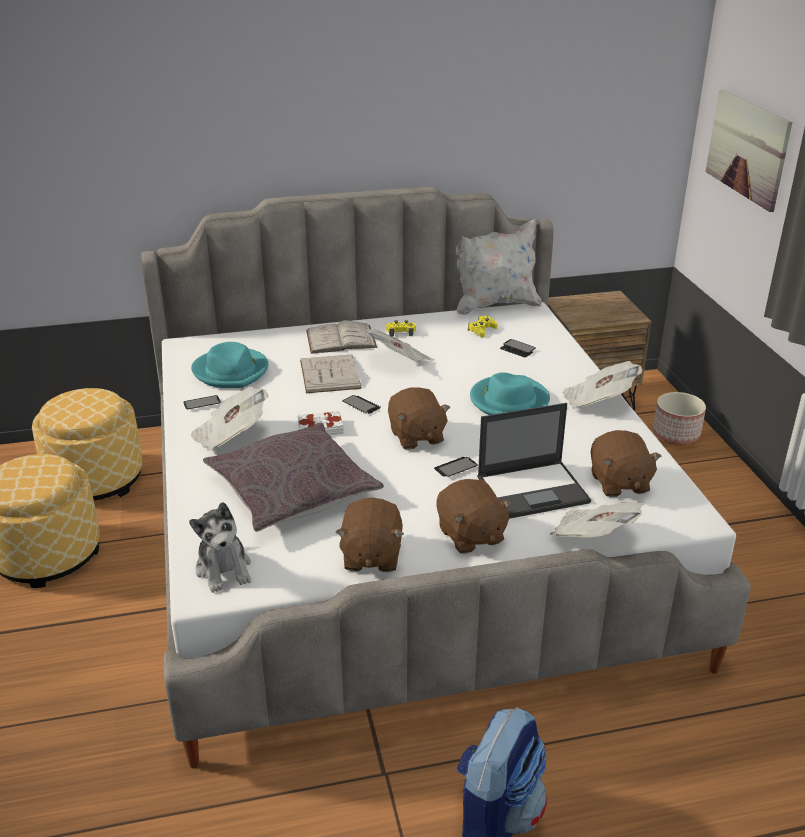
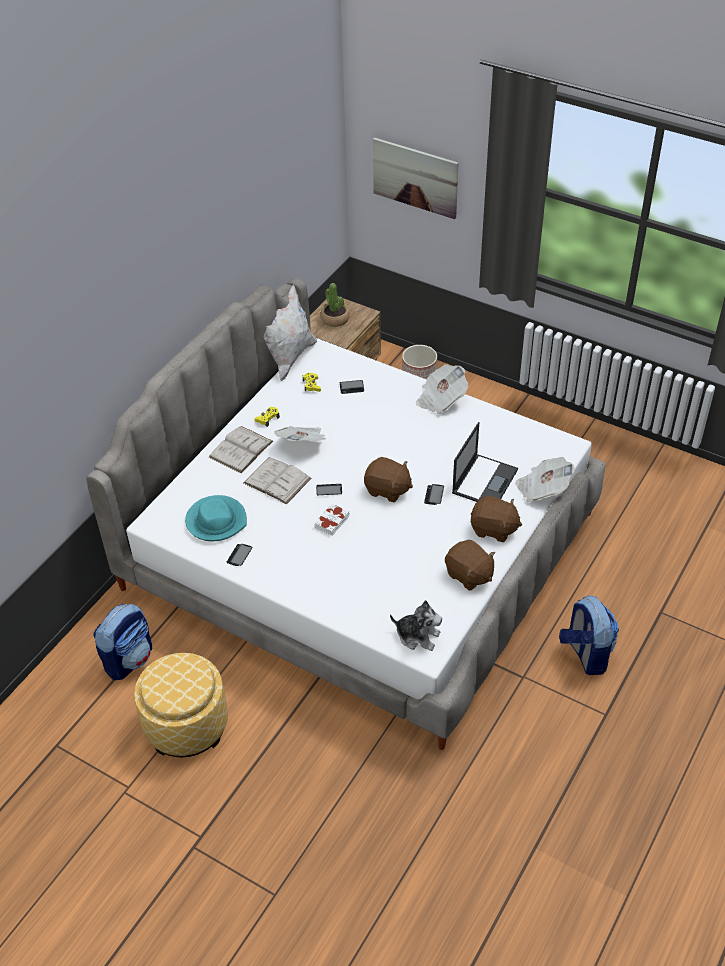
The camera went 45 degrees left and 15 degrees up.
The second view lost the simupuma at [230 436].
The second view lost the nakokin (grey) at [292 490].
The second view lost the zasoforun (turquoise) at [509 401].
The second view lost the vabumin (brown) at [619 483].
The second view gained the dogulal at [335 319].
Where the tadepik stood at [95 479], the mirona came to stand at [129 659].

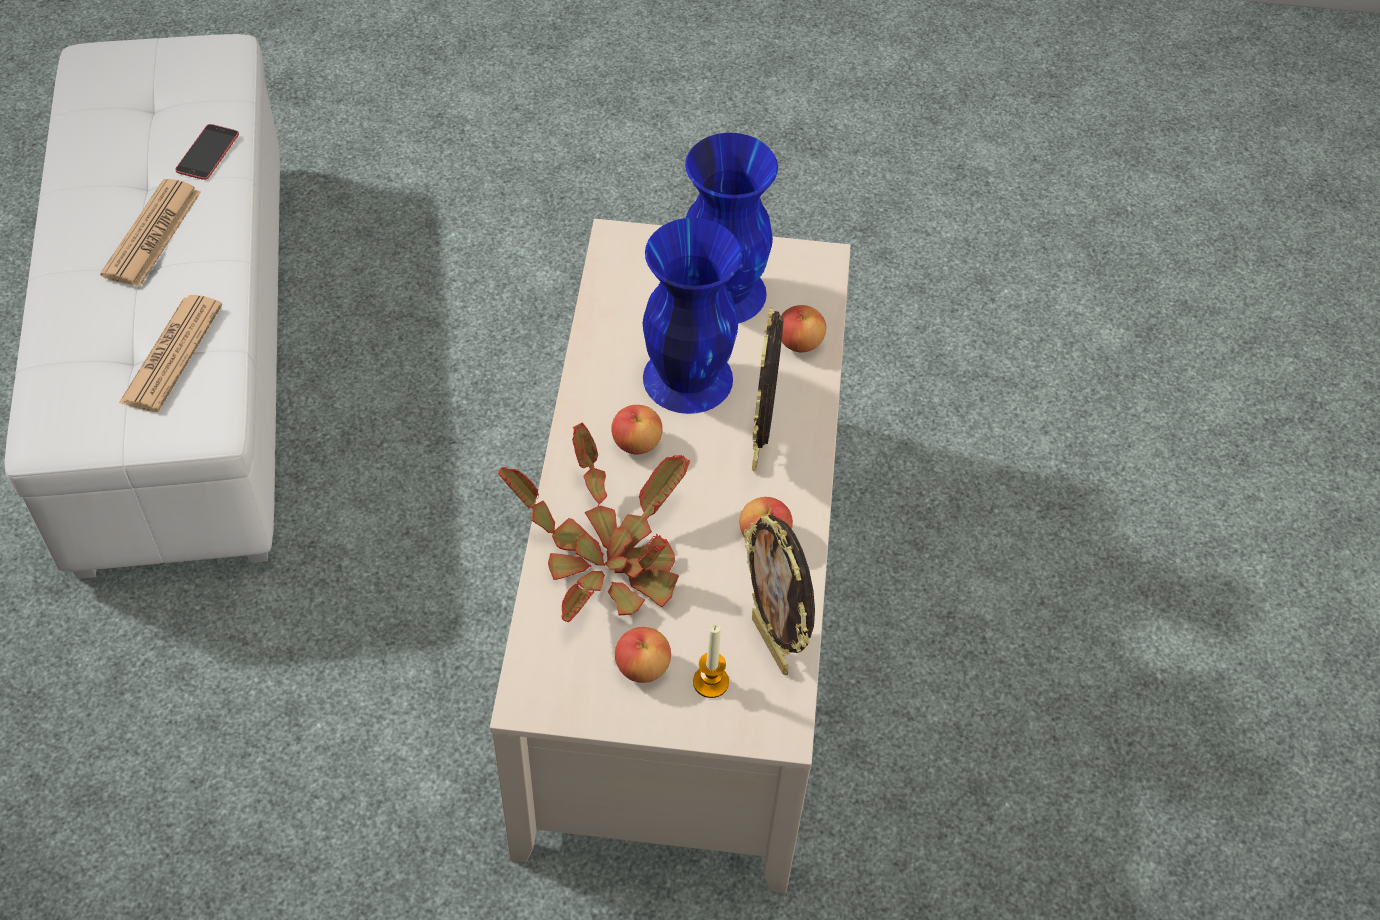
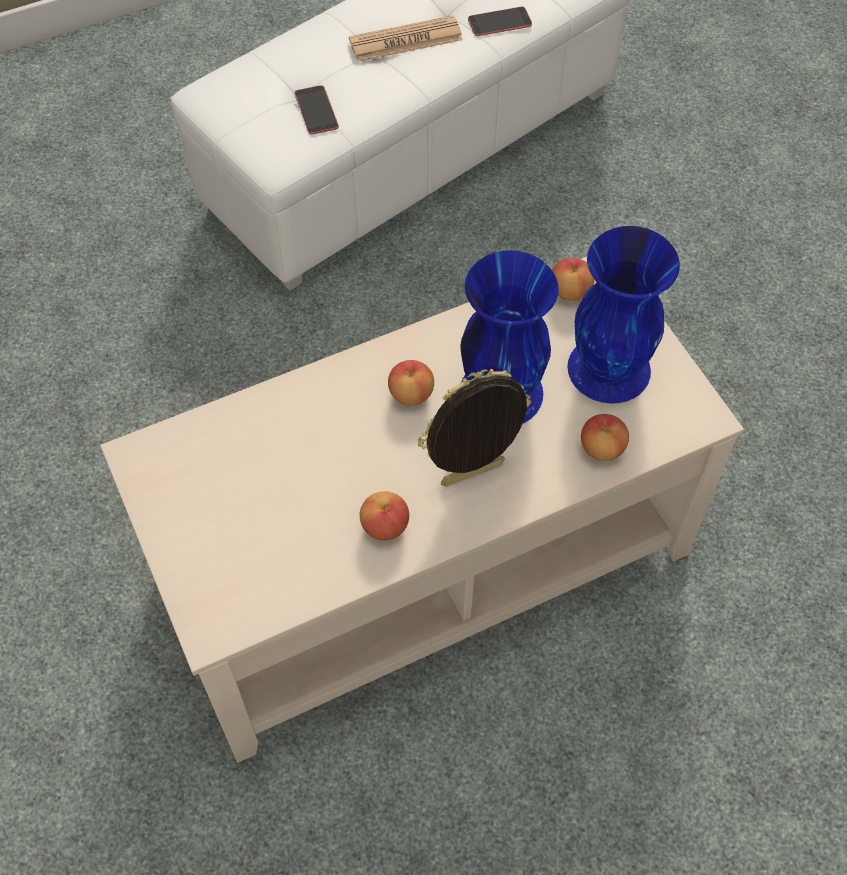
The camera went 60 degrees right and 5 degrees up.
The second view lost the dogulal at [608 556].
The second view lost the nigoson at [710 682].
The second view lost the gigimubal at [772 644].
The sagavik ended up elsewhere, having gone from [642 667] to [570 291].
Where the simupuma stood at [172 354], the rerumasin came to stand at [316 110].

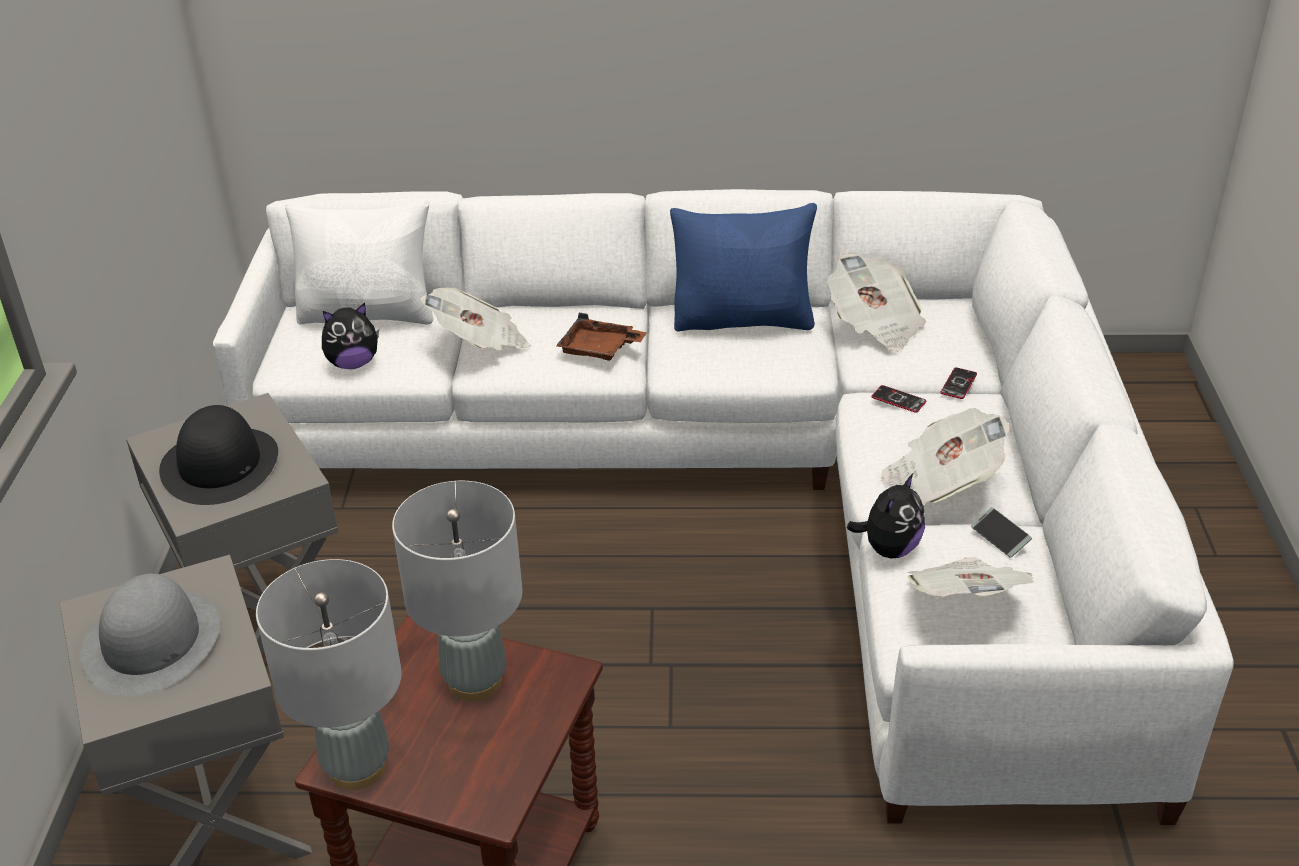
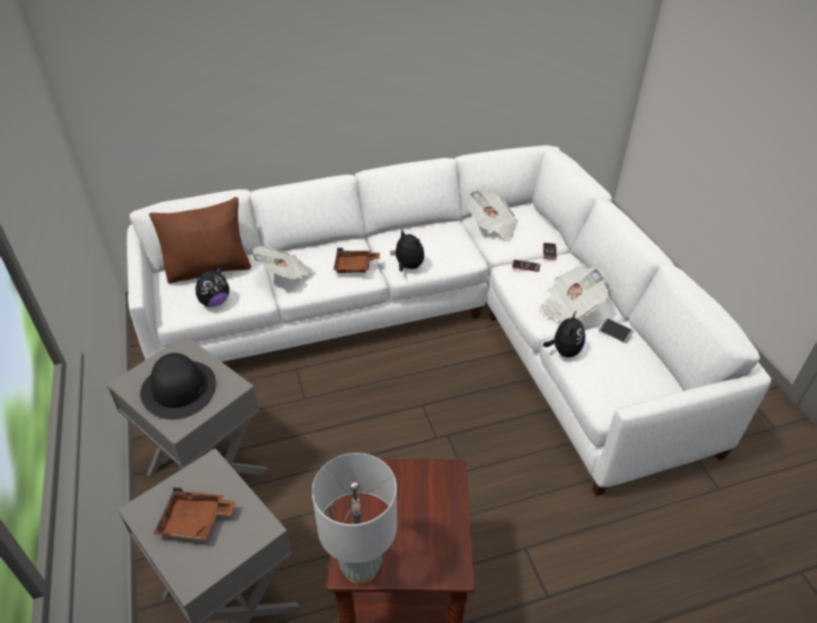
The camera went 20 degrees left and 5 degrees up.
The second view lost the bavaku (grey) at [475 681].
The second view lost the nakokin (blue) at [743 320].
The second view lost the simupuma at [965 602].
The second view gained the vabumin at [408 267].
Where the zasoforun (grey) stood at [152 642], the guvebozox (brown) came to stand at [195 521].
What was the nakokin (white) at [369 314] turned into the nakokin (brown) at [209 269].

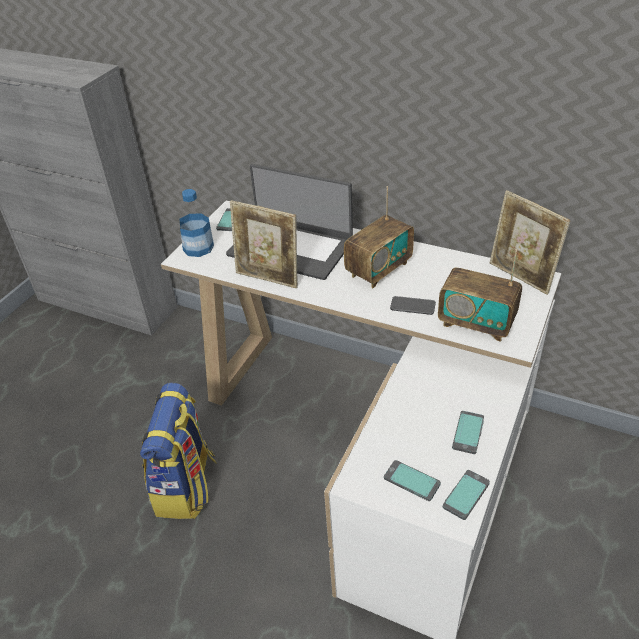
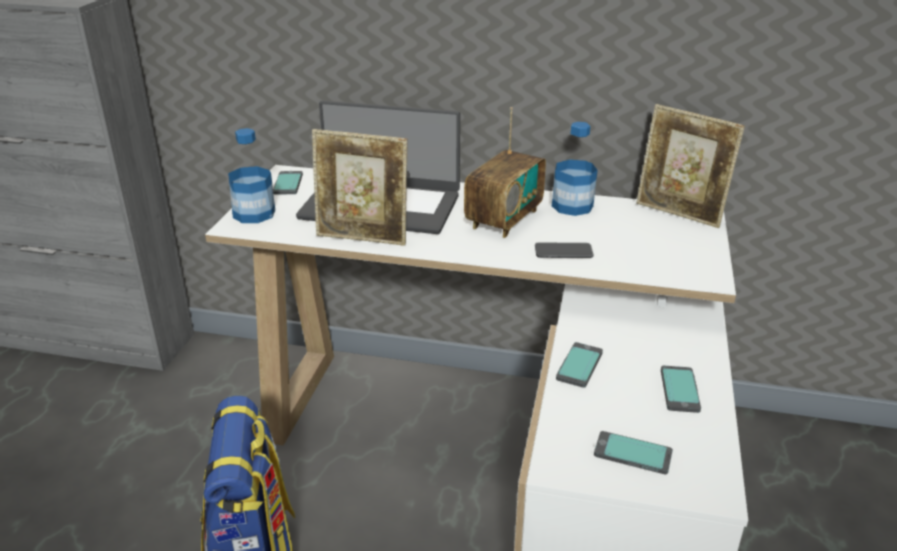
The camera went 15 degrees left and 10 degrees down.
The second view lost the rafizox at [476 323].
The second view gained the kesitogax at [572 206].
The rerumasin ended up elsewhere, having gone from [465 495] to [579 365].

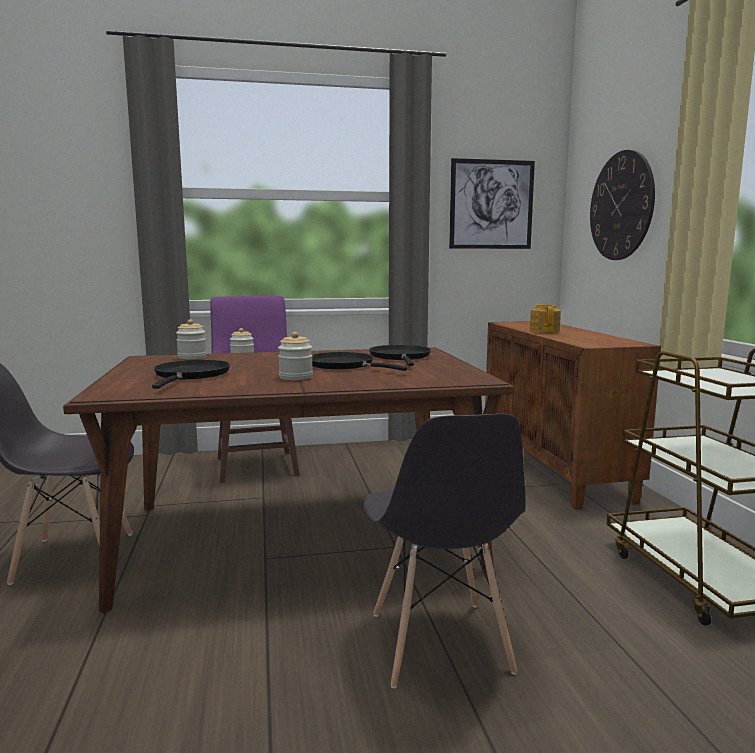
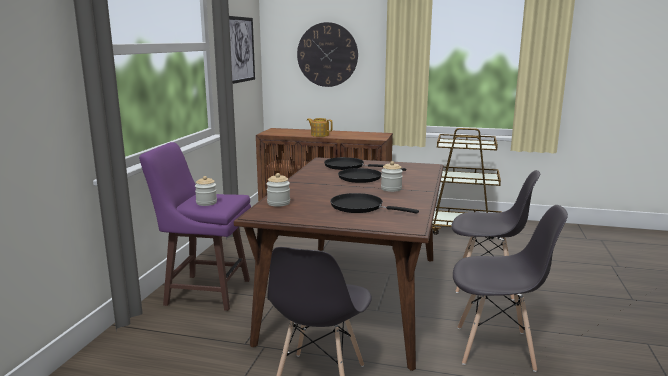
The camera went 65 degrees left and 5 degrees up.
The second view gained the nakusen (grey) at [496 348].

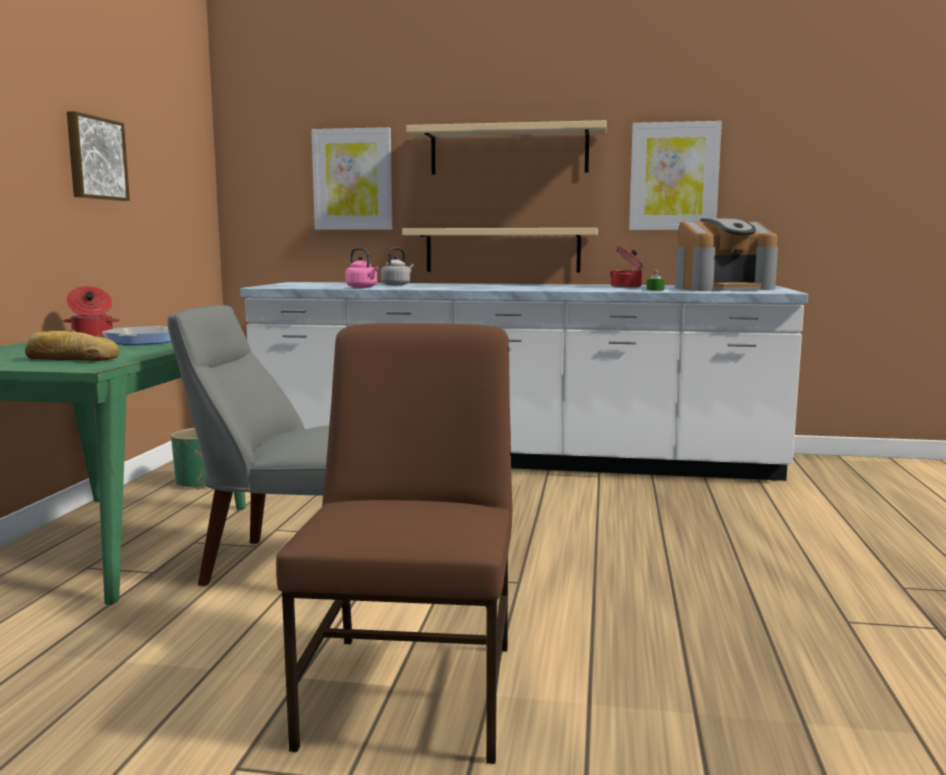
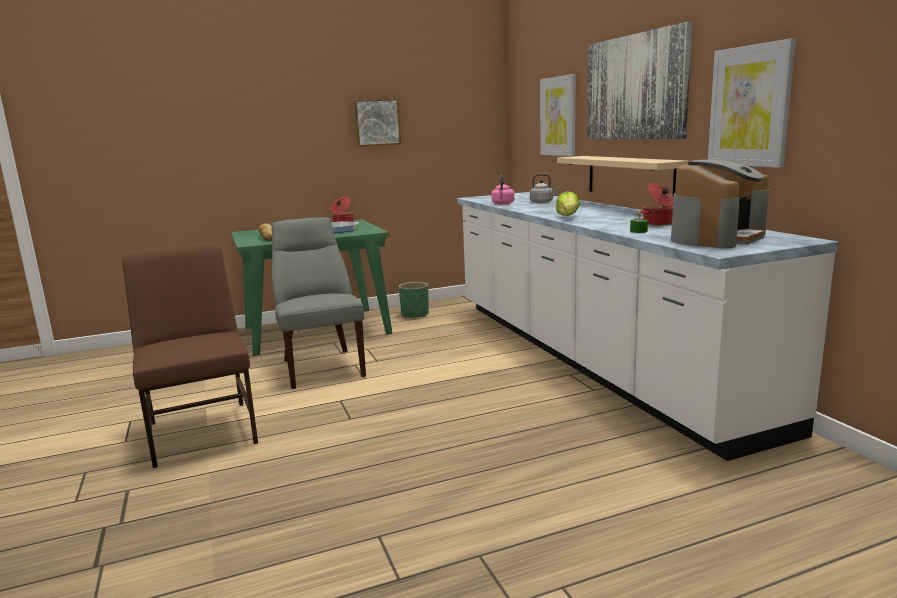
The camera went 60 degrees right and 5 degrees up.
The second view gained the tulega at [568 217].
Where the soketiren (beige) hung at [509 151], the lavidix came to hang at [635 87].
The nakusen (brown) at [413 691] ended up facing another way, 90 degrees counterclockwise from before.
The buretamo at [723 288] ended up facing another way, 90 degrees counterclockwise from before.

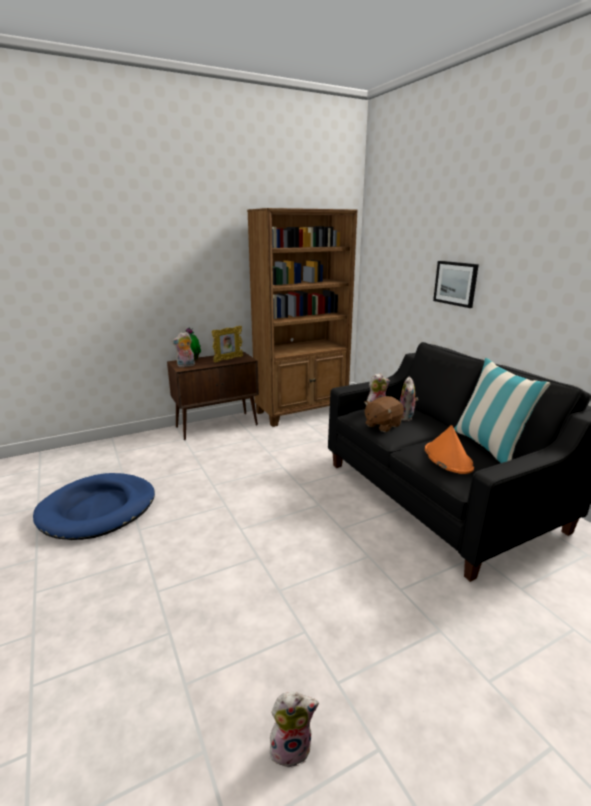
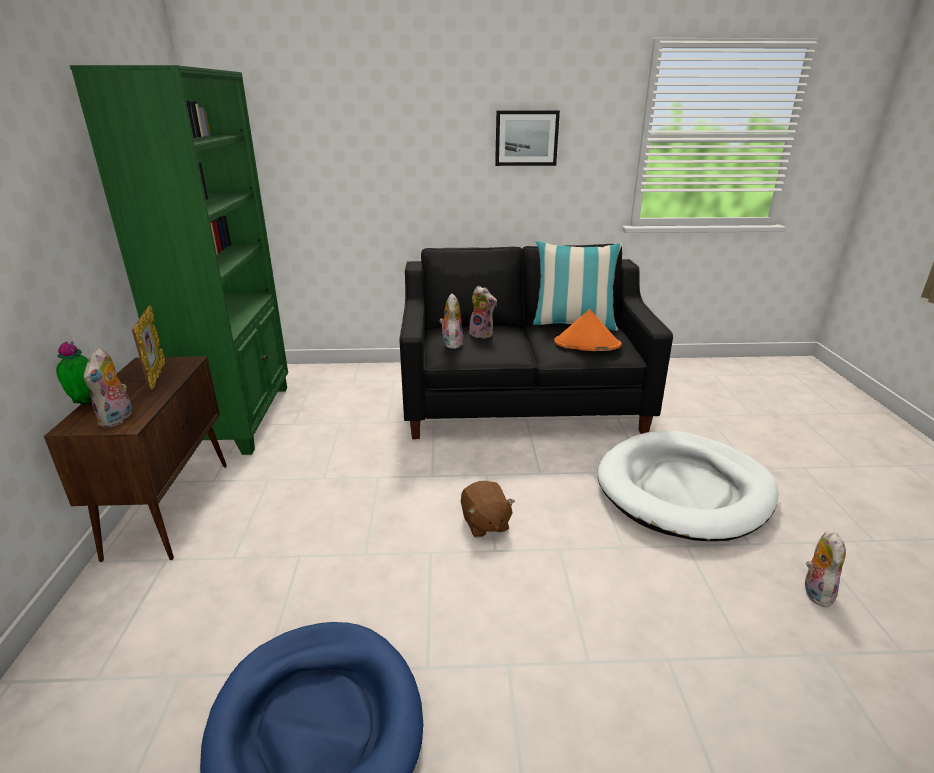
The camera went 65 degrees left and 5 degrees up.
The second view gained the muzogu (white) at [684 489].
The vabumin (brown) ended up elsewhere, having gone from [382 425] to [485 523].
The lavidix ended up elsewhere, having gone from [455 283] to [526 138].
What was the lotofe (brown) at [302 412] turned into the lotofe (green) at [240 417].

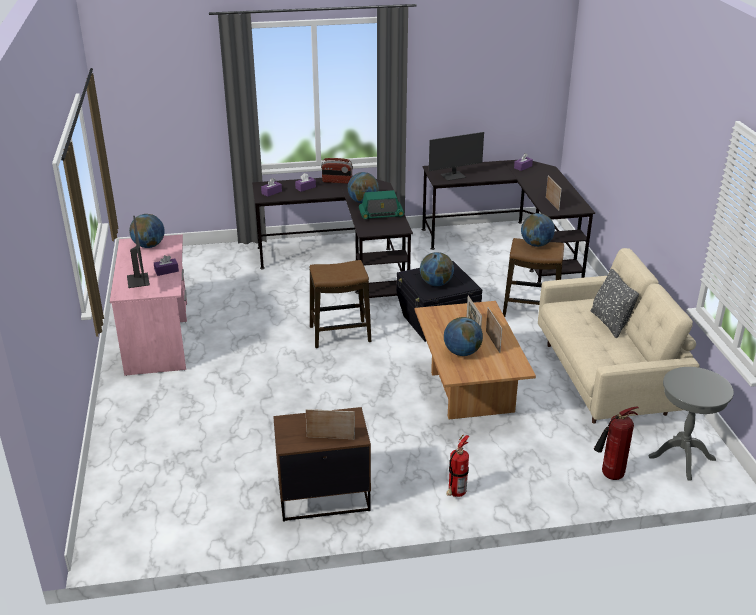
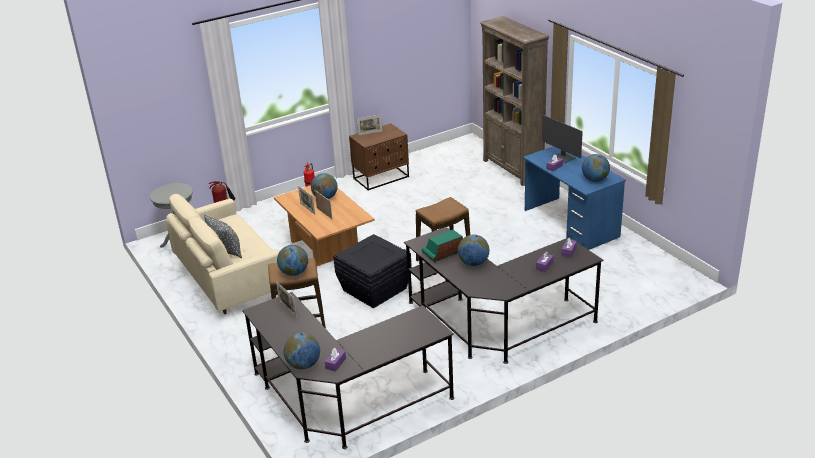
The camera went 160 degrees right and 0 degrees up.
The second view lost the rafizox at [337 181].
The second view lost the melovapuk at [453 176].
The second view gained the lotofe (brown) at [513 169].
The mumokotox ended up elsewhere, having gone from [436 284] to [303 365].
What was the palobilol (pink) at [158 337] turned into the palobilol (blue) at [571 224].

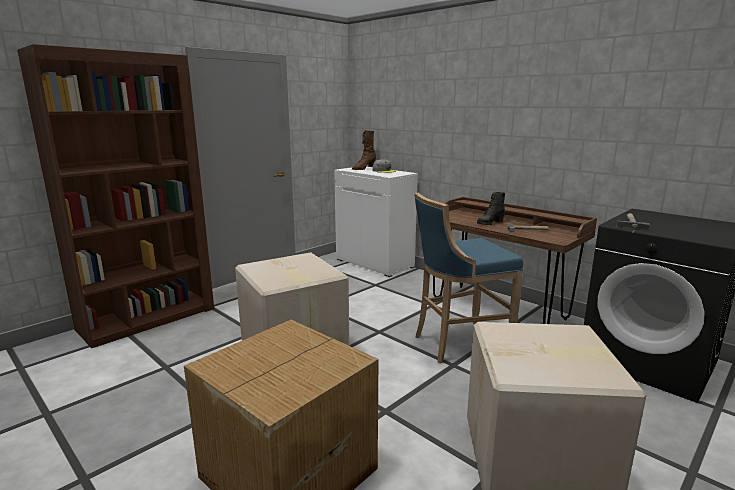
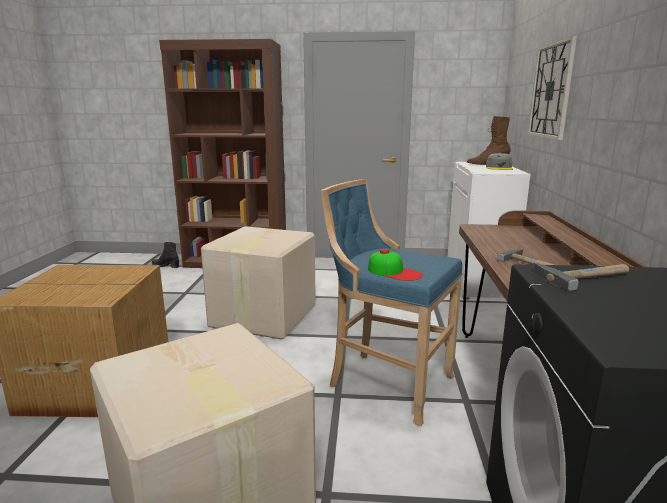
The camera went 50 degrees right and 0 degrees up.
The second view gained the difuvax at [394 272].
The second view gained the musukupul at [551 91].
The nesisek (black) ended up elsewhere, having gone from [489 223] to [166 266].

